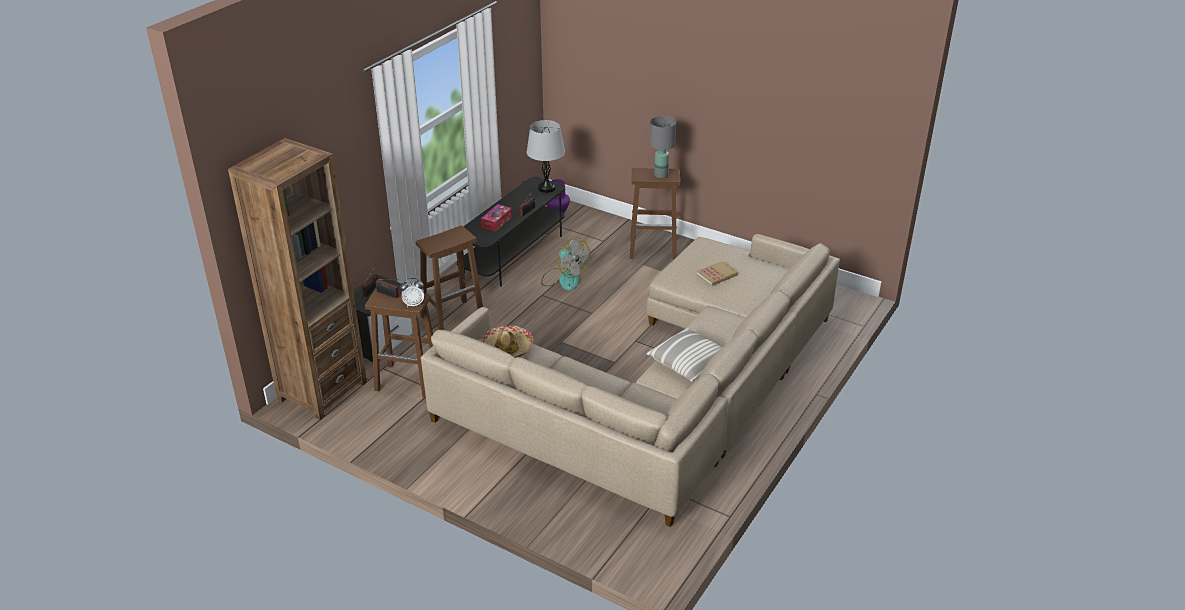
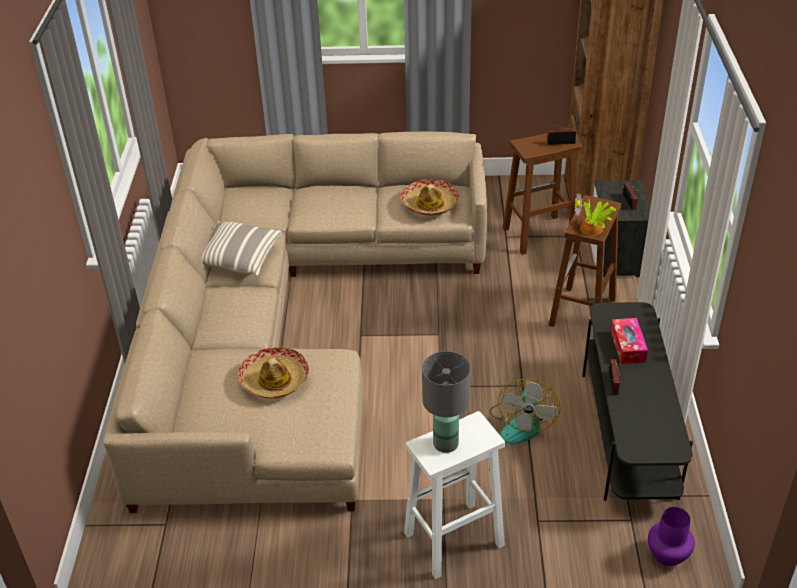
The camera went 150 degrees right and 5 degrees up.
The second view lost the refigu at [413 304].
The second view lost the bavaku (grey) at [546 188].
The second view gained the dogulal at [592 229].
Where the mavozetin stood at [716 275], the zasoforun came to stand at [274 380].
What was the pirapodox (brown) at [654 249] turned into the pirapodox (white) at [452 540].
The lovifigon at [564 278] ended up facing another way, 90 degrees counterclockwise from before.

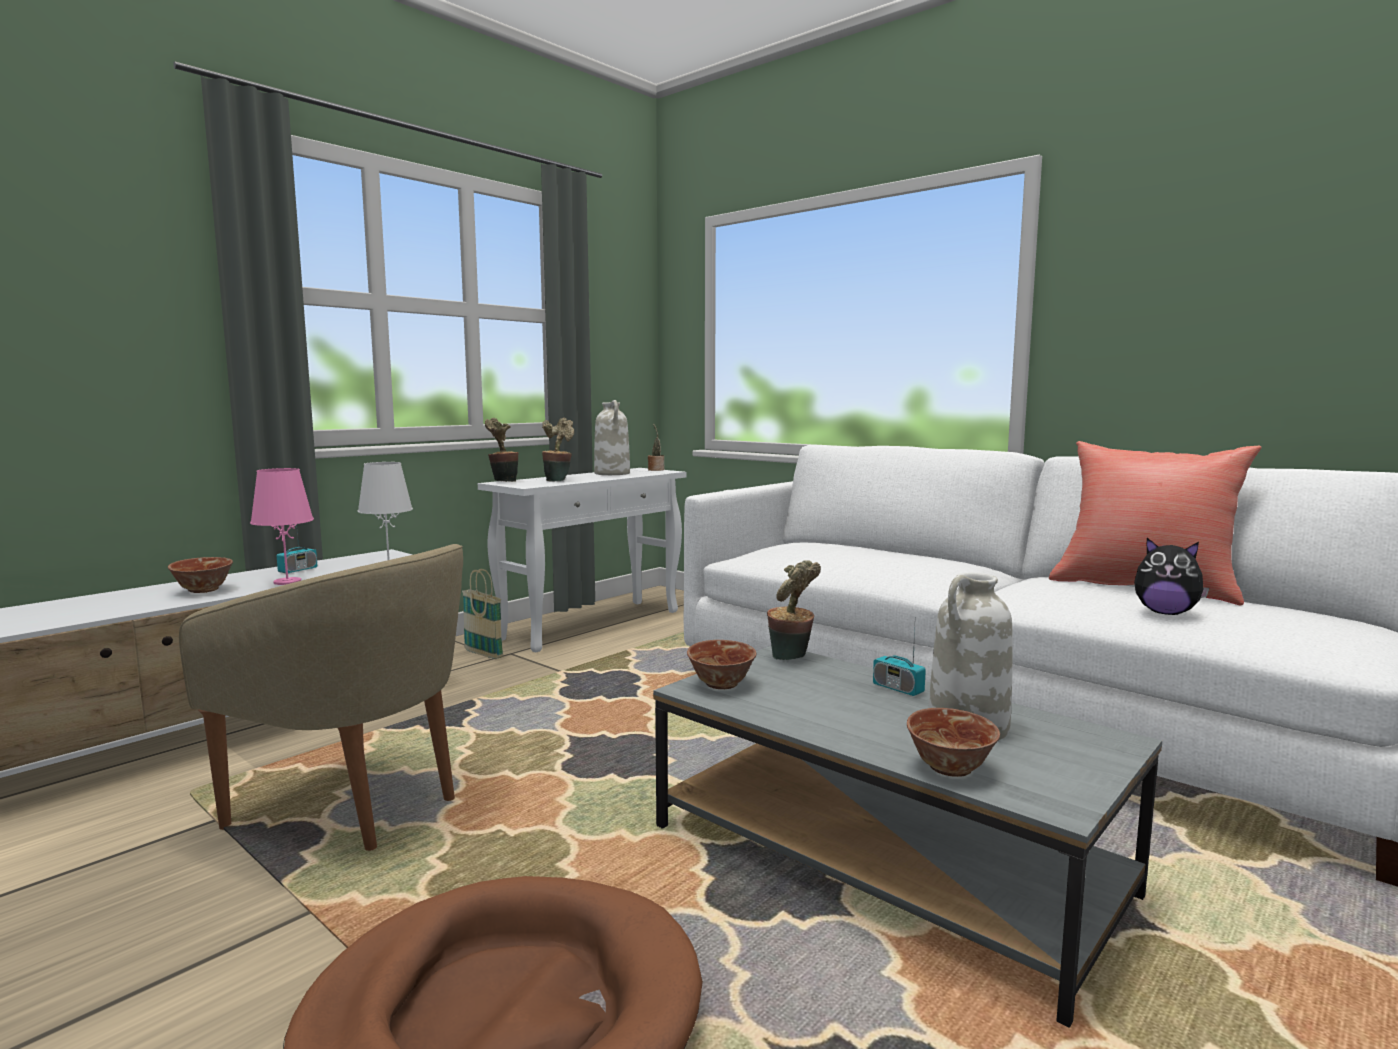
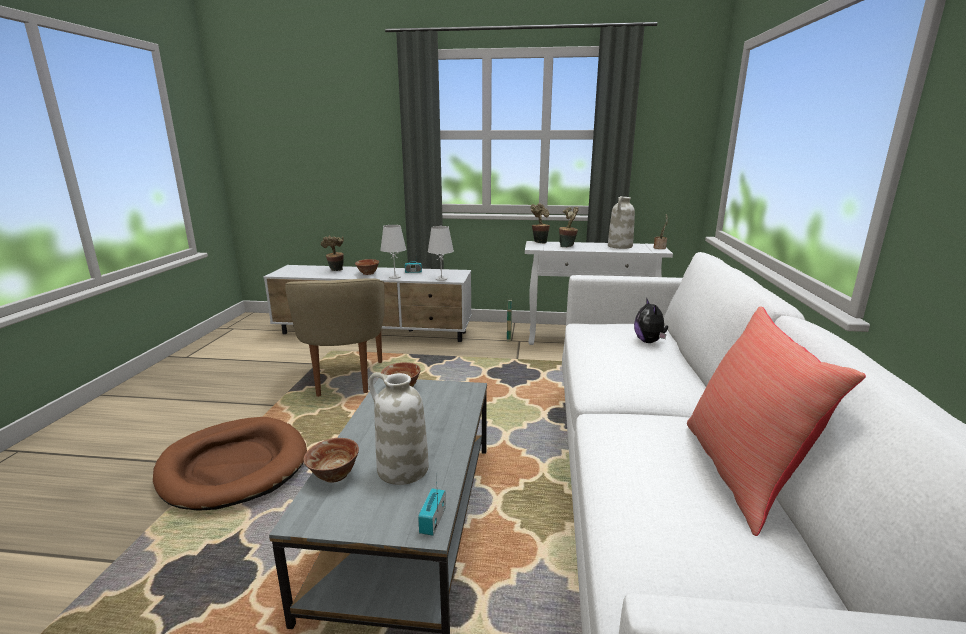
The camera went 55 degrees right and 10 degrees up.
The dogulal ended up elsewhere, having gone from [791 658] to [336 271].
The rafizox ended up elsewhere, having gone from [898 688] to [432 520].
The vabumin ended up elsewhere, having gone from [1166 613] to [649 341].
What was the bavaku (pink) at [288 582] turned into the bavaku (white) at [395 277].

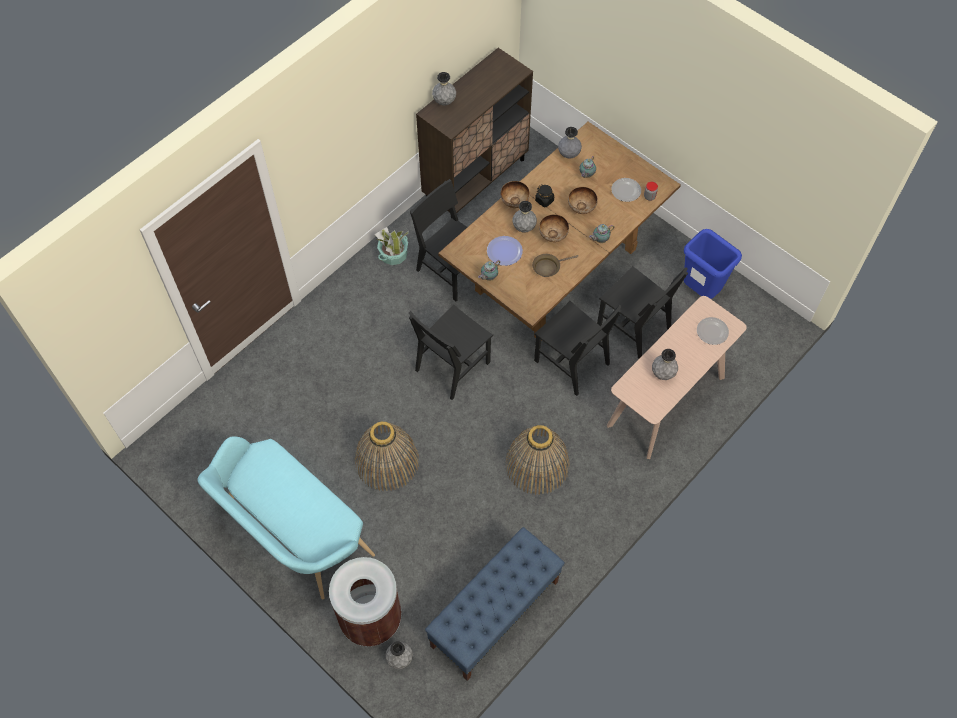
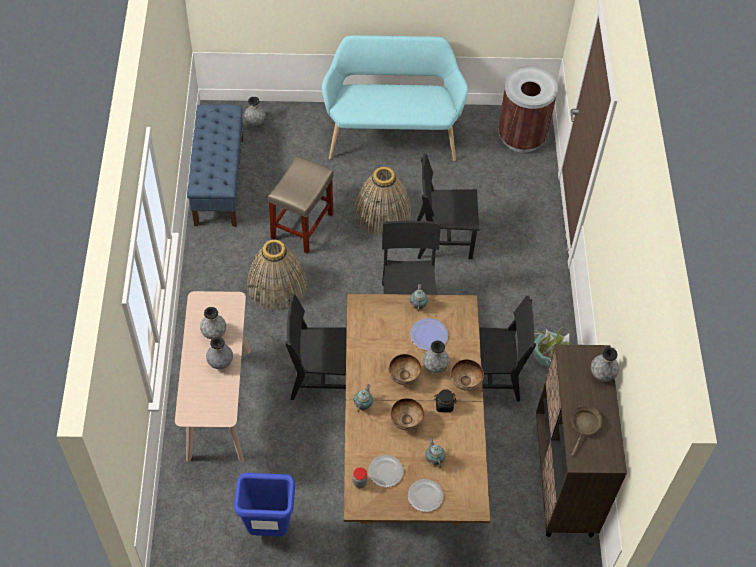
The camera went 135 degrees right and 5 degrees down.
The second view gained the pirapodox (beige) at [302 225].
The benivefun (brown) ended up elsewhere, having gone from [370 618] to [522 137].
The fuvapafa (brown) ended up elsewhere, having gone from [548 267] to [584 426].
The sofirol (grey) ended up elsewhere, having gone from [568 154] to [220 363].
The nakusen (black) ended up elsewhere, having gone from [633 327] to [444 239].
The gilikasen ended up elsewhere, having gone from [712 331] to [425 496].

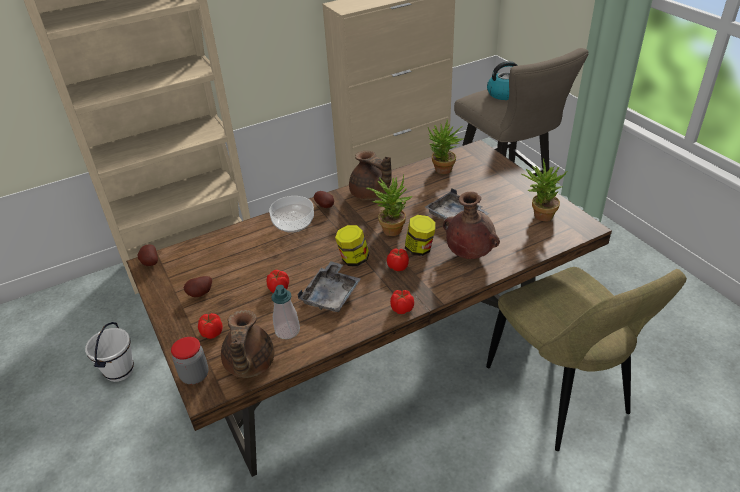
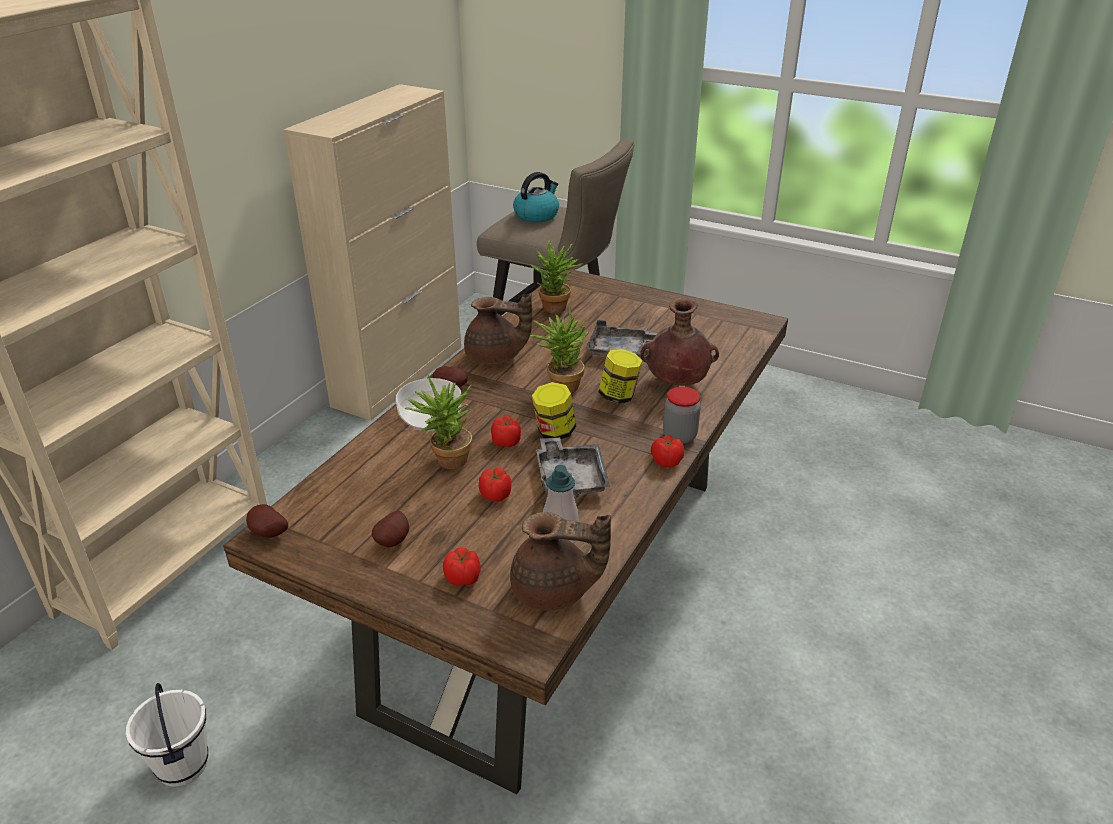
The camera went 35 degrees left and 5 degrees down.
The second view lost the nakusen (beige) at [560 395].
The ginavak ended up elsewhere, having gone from [195 375] to [679 436].
The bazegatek ended up elsewhere, having gone from [398 266] to [506 442].
The dogulal ended up elsewhere, having gone from [539 215] to [446 461].
The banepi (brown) at [248 365] ended up facing another way, 45 degrees counterclockwise from before.

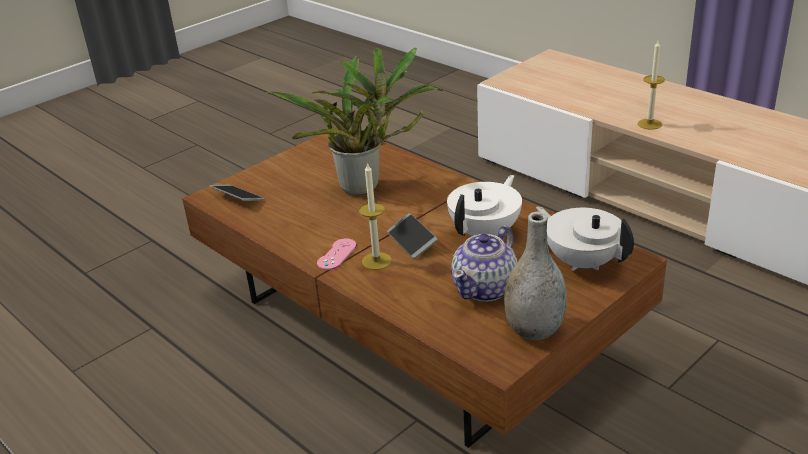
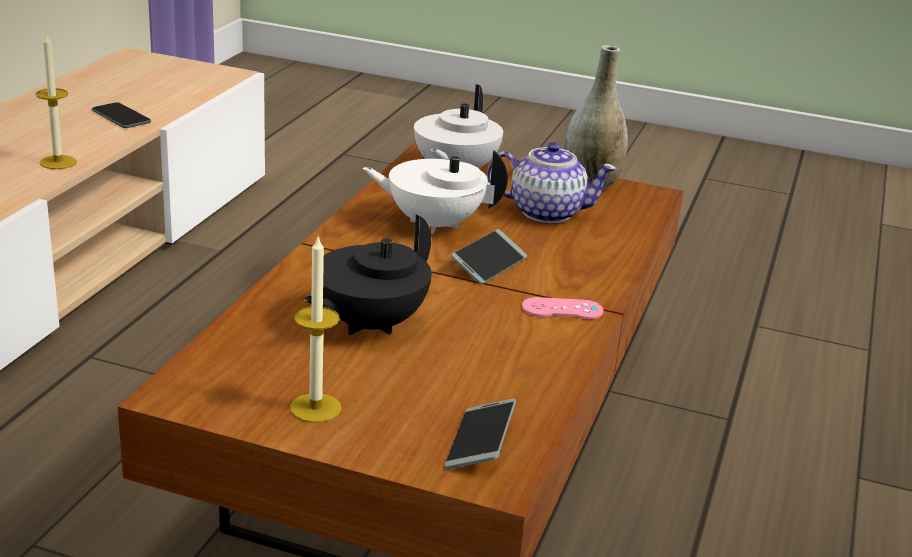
The camera went 120 degrees left and 5 degrees down.
The second view gained the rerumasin at [121 116].
The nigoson ended up elsewhere, having gone from [376 261] to [315 408].
Where the dogulal stood at [366 187], the banepi (black) came to stand at [368 324].

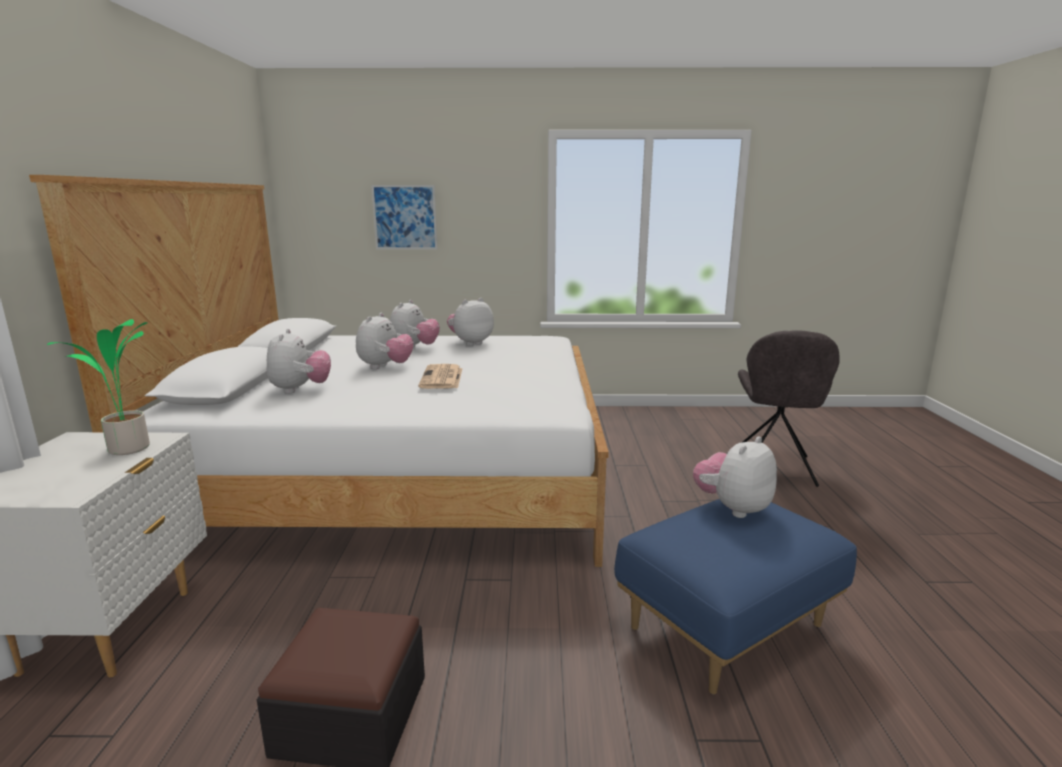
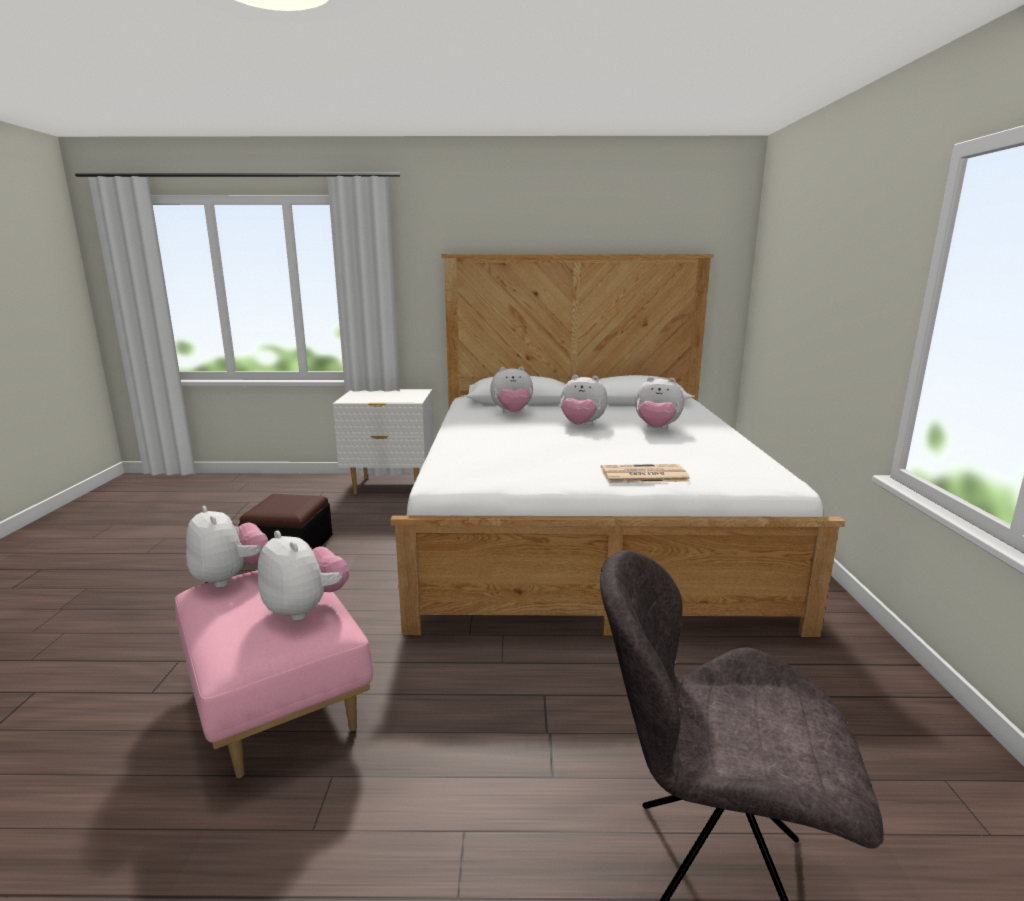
The camera went 90 degrees right and 0 degrees up.
The second view lost the dogulal at [128 450].
The second view lost the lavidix at [405 217].
The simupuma ended up elsewhere, having gone from [442 378] to [643 475].
The vabumin ended up elsewhere, having gone from [470 343] to [230 578].
What was the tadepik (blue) at [727 628] turned into the tadepik (pink) at [275 701].

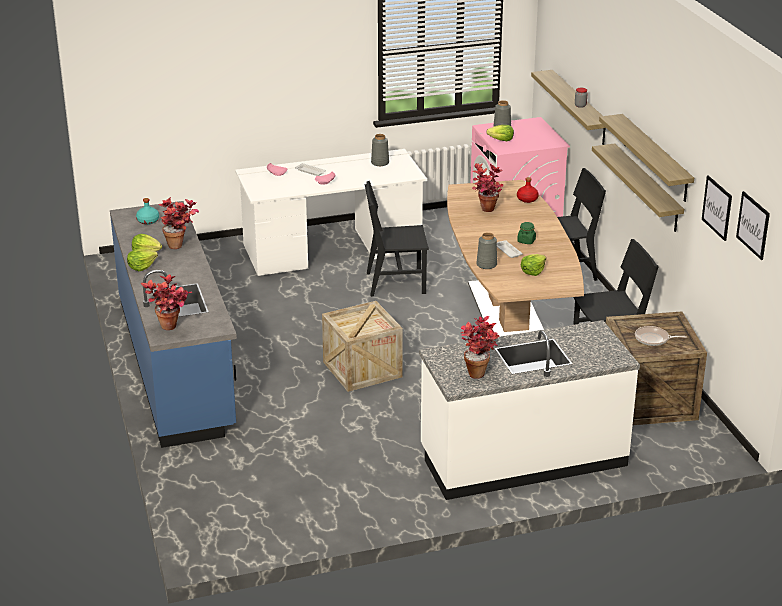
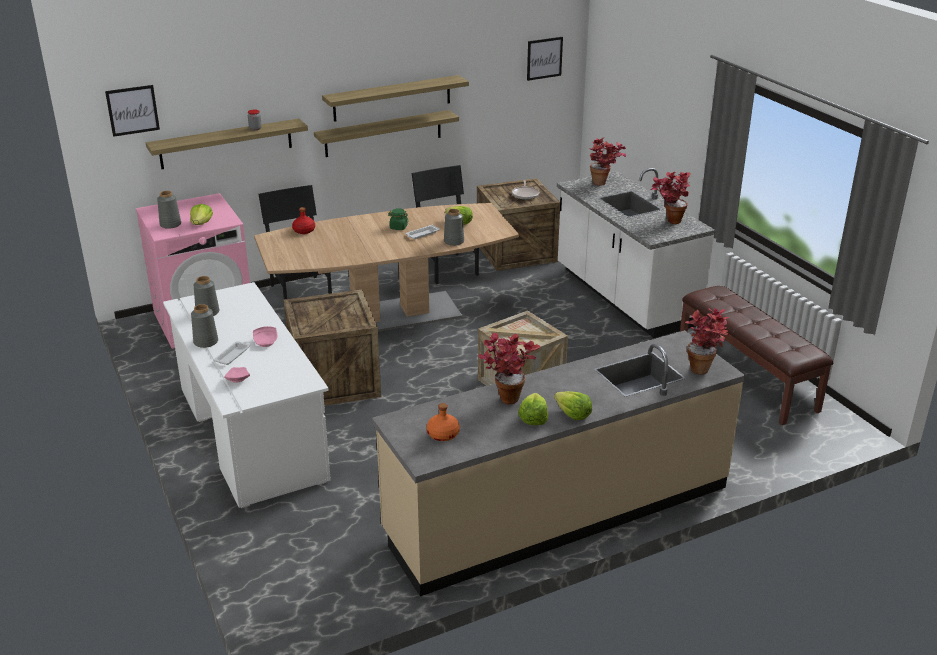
The camera went 100 degrees left and 0 degrees up.
The second view gained the sofirol (grey) at [205 342].
The second view gained the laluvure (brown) at [747 377].
The dogulal ended up elsewhere, having gone from [485 211] to [604 184].
The lavidix ended up elsewhere, having gone from [717 207] to [132 110].
Where the nakusen (black) stood at [395 283], the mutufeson came to stand at [334 381].
What was the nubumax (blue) at [176 363] turned into the nubumax (beige) at [558 510].
What was the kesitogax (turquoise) at [148 221] turned into the kesitogax (orange) at [443 434].

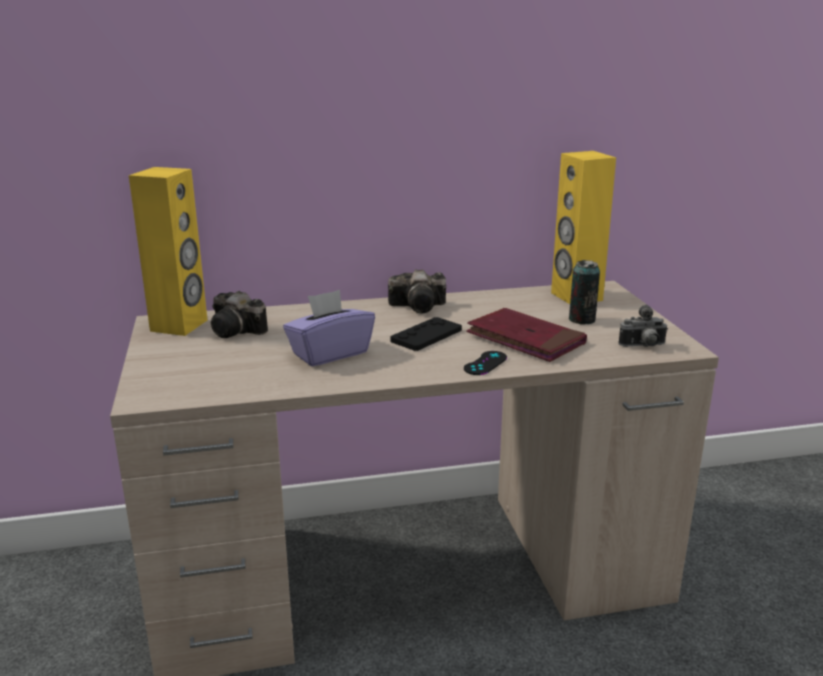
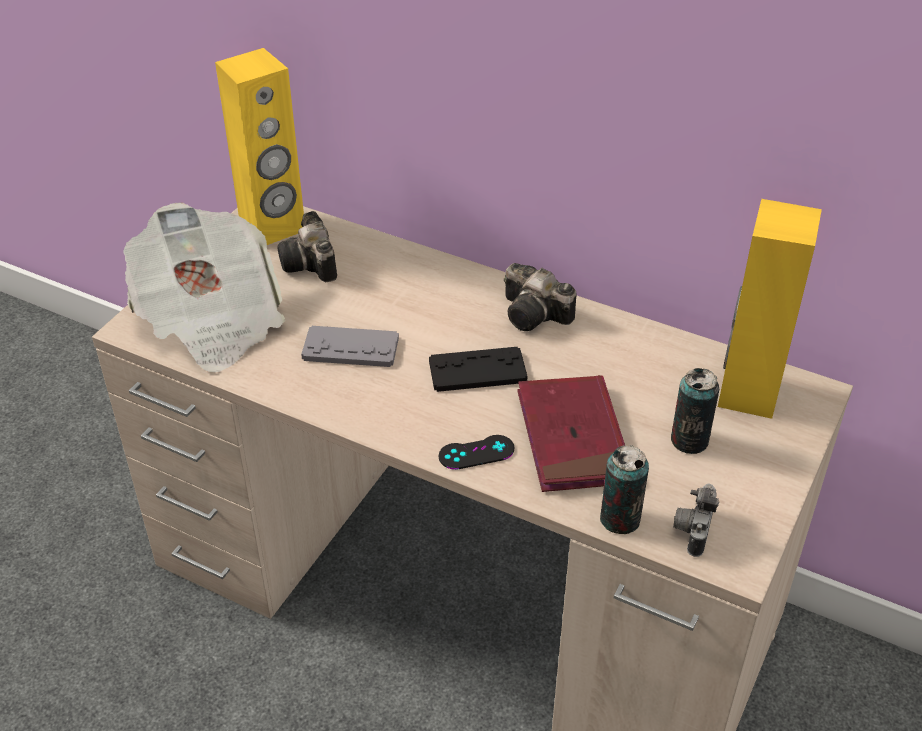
The camera went 40 degrees right and 20 degrees up.
The second view gained the simupuma at [211 319].
The second view gained the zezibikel at [620 519].
Where the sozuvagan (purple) stood at [330 353], the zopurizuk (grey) came to stand at [350 348].
The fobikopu at [643 346] ended up facing another way, 75 degrees clockwise from before.

